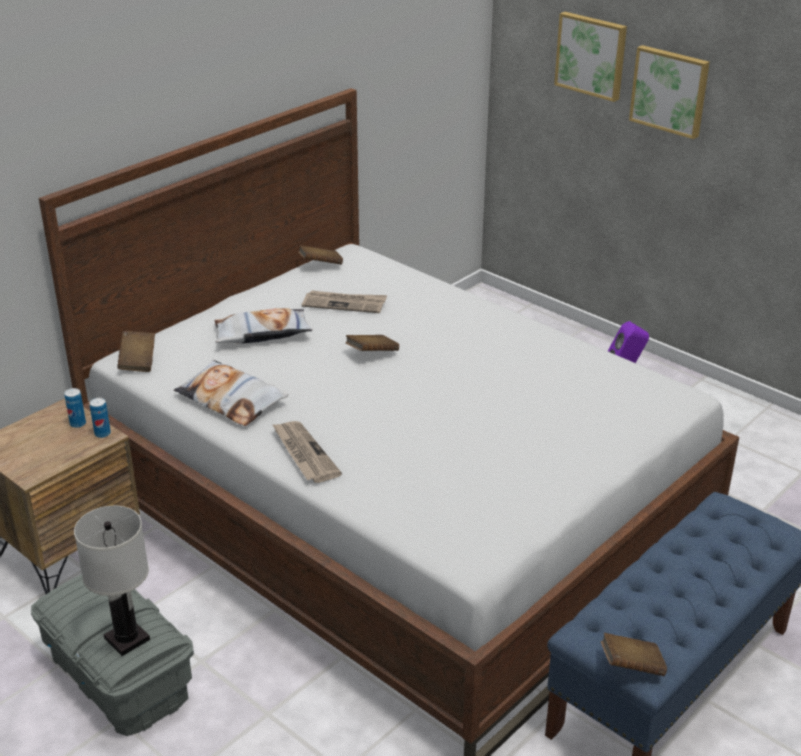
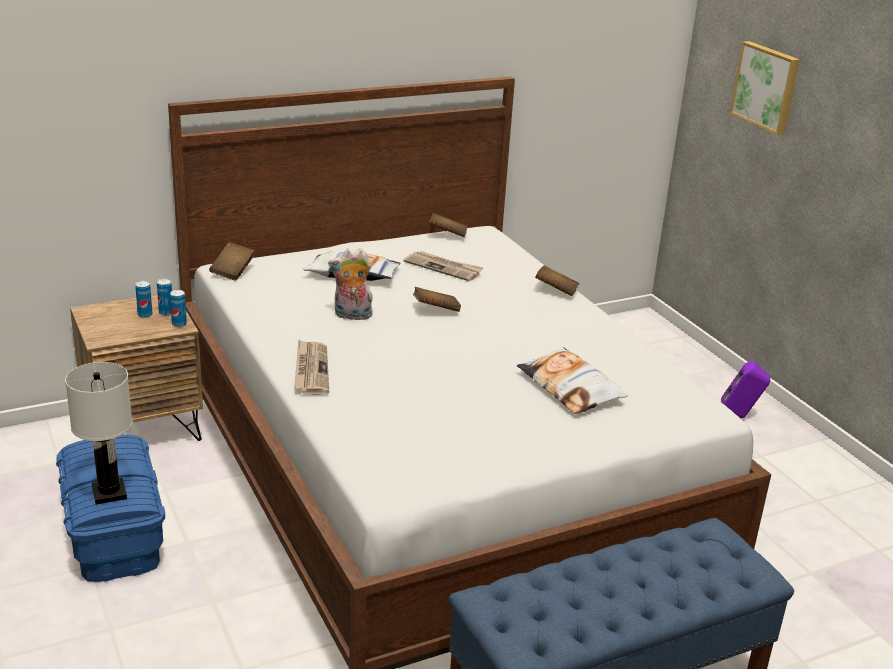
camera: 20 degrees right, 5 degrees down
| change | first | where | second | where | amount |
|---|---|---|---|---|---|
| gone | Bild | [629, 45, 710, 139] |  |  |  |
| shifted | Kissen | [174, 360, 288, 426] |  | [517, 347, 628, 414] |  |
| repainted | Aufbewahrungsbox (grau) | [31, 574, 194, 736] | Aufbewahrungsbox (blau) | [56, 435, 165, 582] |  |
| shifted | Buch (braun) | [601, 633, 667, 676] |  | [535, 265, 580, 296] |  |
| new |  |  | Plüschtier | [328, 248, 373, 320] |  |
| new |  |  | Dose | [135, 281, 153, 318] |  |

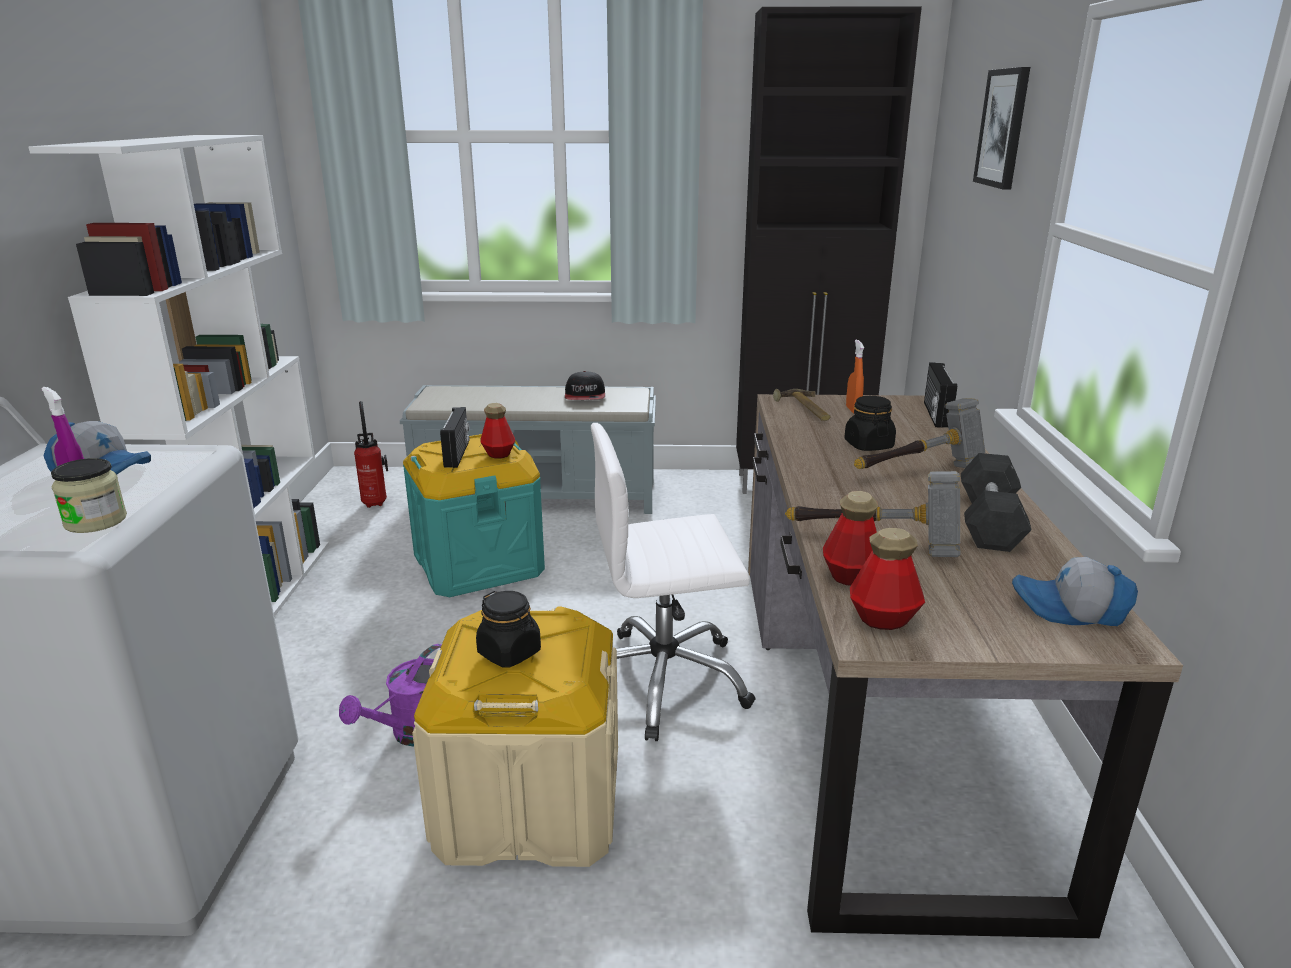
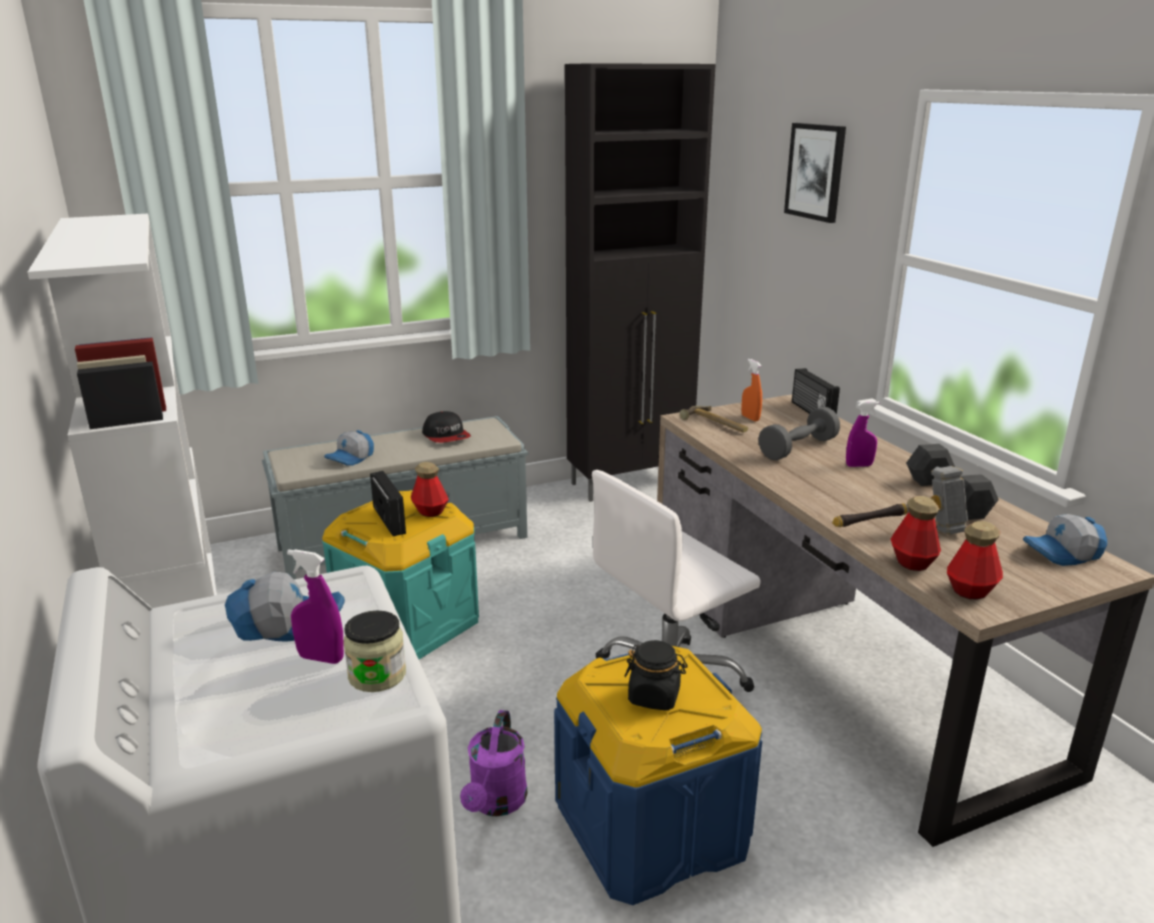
camera: 25 degrees left, 0 degrees up
| change | first | where | second | where | amount |
|---|---|---|---|---|---|
| swapped | Vorratsglas (schwarz) | [844, 396, 896, 451] | Hantel (grau) | [758, 407, 840, 461] |  |
| swapped | Hammer | [854, 398, 985, 469] | Sprühflasche (lila) | [846, 401, 879, 467] |  |
| gone | Feuerlöscher | [354, 401, 388, 508] |  |  |  |
| repainted | Aufbewahrungsbox (beige) | [412, 606, 618, 867] | Aufbewahrungsbox (blau) | [554, 646, 762, 905] |  |
| new |  |  | Kappe | [324, 430, 374, 466] |  |

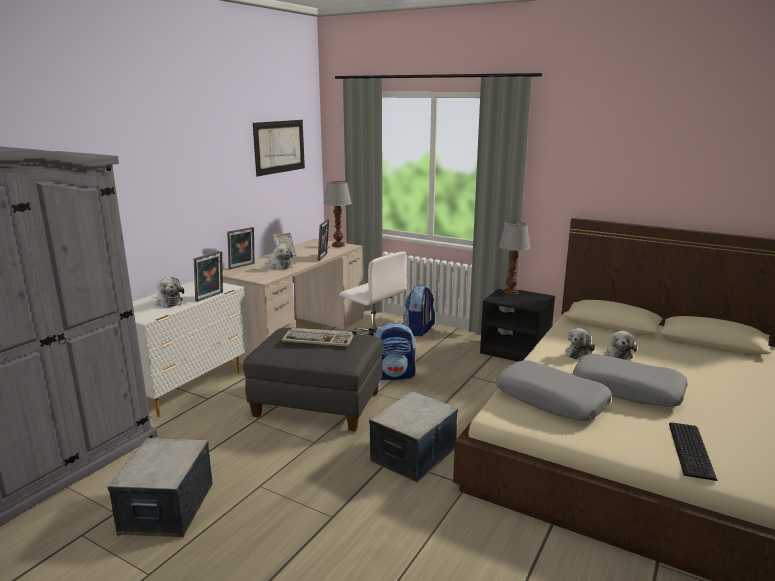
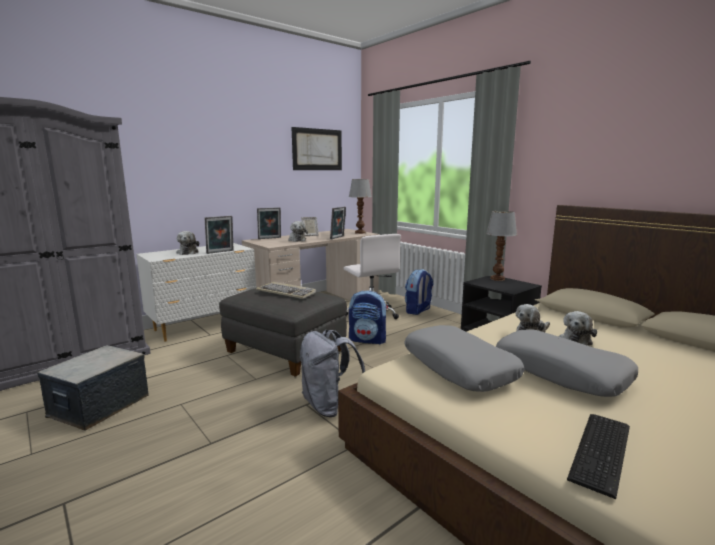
camera: 20 degrees right, 5 degrees down
| change | first | where | second | where | amount |
|---|---|---|---|---|---|
| swapped | Aufbewahrungsbox | [369, 391, 458, 482] | Rucksack (grau) | [300, 330, 365, 417] |  |

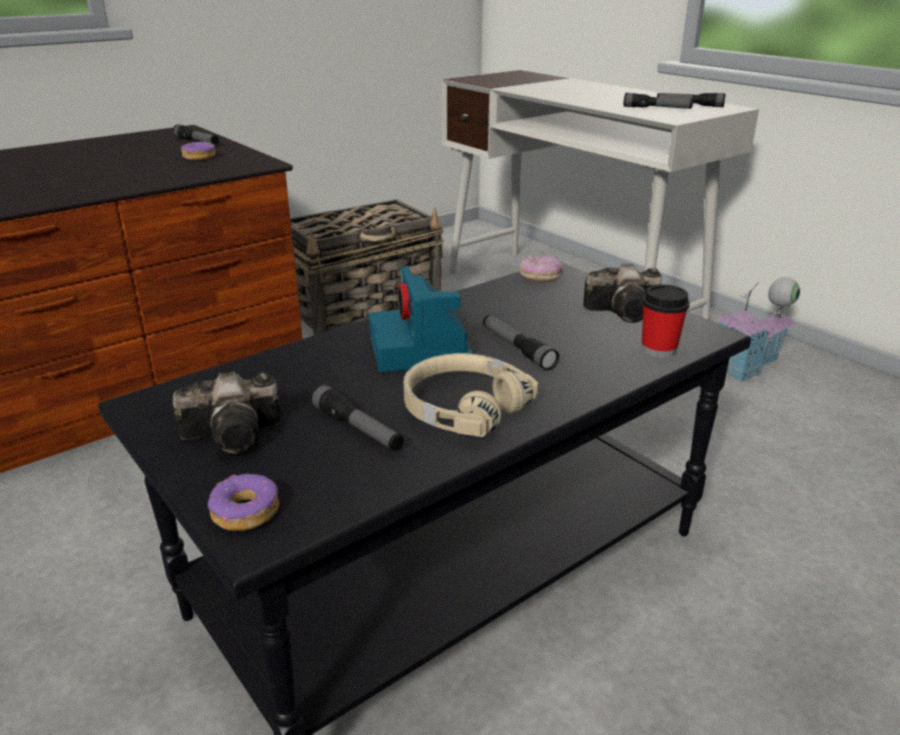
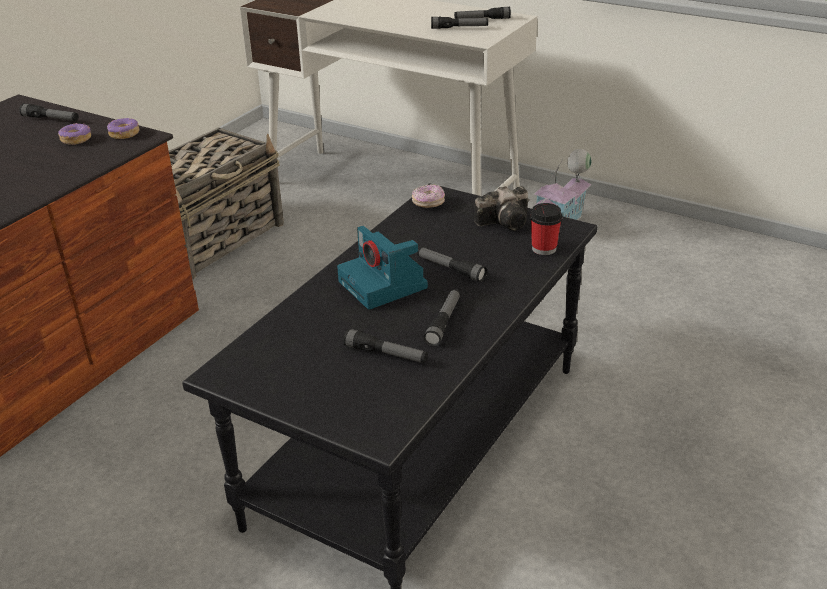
camera: 20 degrees left, 5 degrees up
| change | first | where | second | where | amount |
|---|---|---|---|---|---|
| swapped | Kopfhörer (beige) | [404, 353, 538, 437] | Taschenlampe | [423, 289, 460, 347] |  |
| gone | Kamera | [173, 372, 281, 454] |  |  |  |
| shifted | Donut | [208, 474, 279, 531] |  | [107, 118, 139, 139] |  |

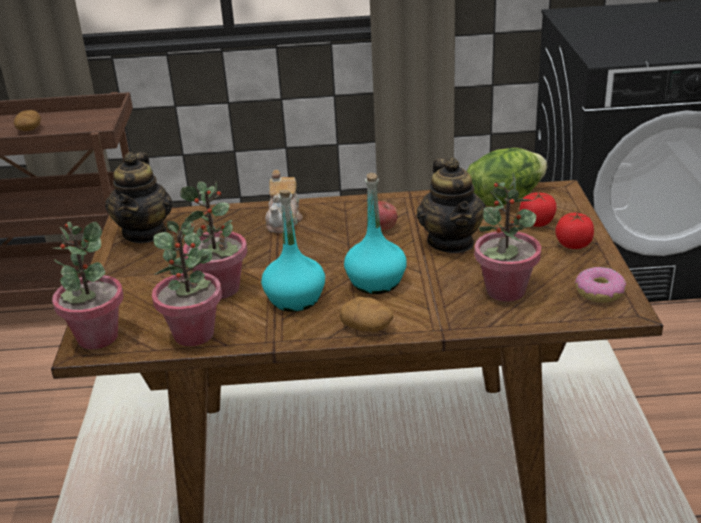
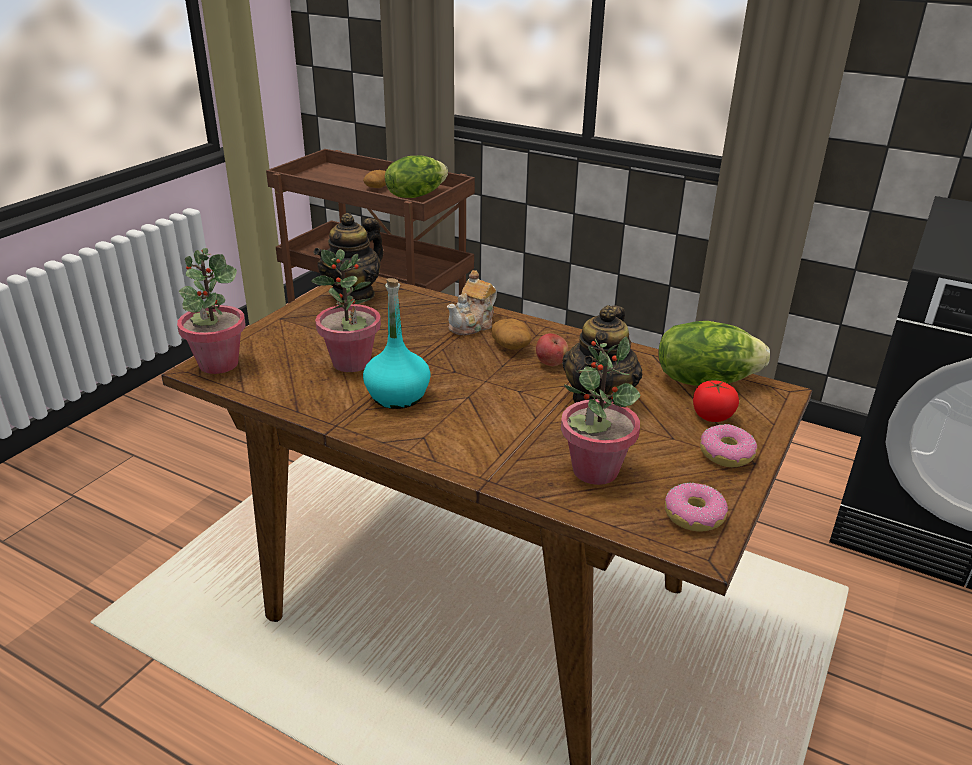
camera: 30 degrees right, 0 degrees up
| change | first | where | second | where | amount |
|---|---|---|---|---|---|
| gone | Flasche (türkis) | [344, 173, 407, 294] |  |  |  |
| swapped | Tomate | [555, 213, 594, 249] | Donut | [700, 424, 757, 467] |  |
| gone | Topfpflanze | [152, 221, 222, 346] |  |  |  |
| shifted | Kartoffel | [340, 297, 394, 332] |  | [491, 319, 531, 350] |  |
| new |  |  | Salatkopf | [385, 156, 448, 198] |  |

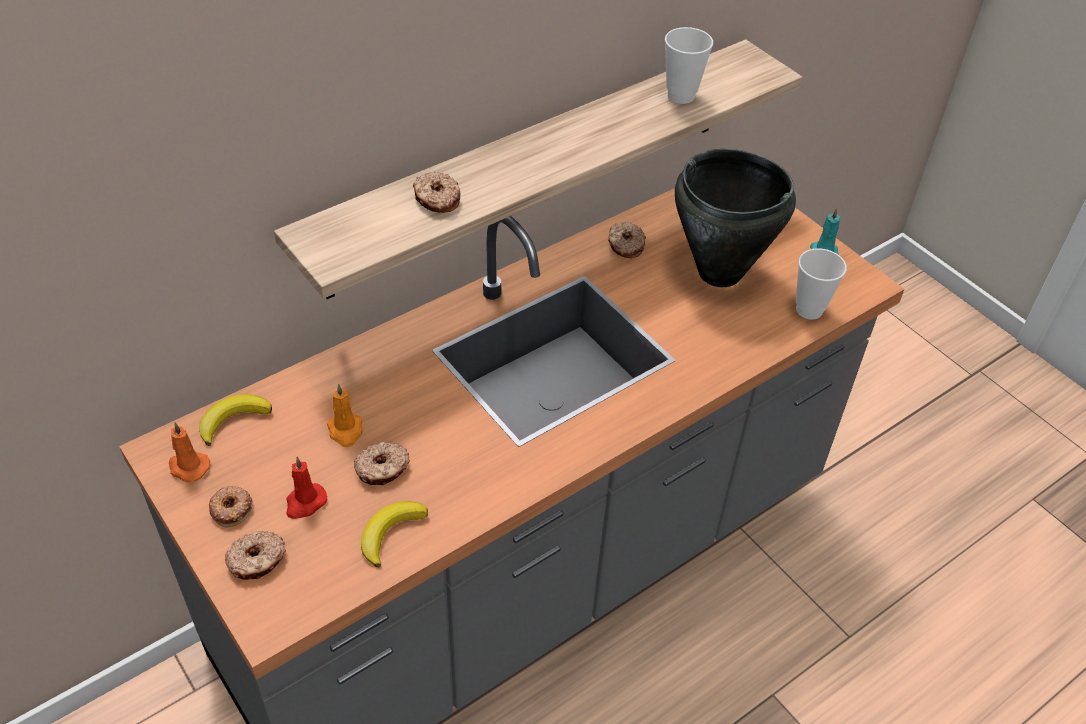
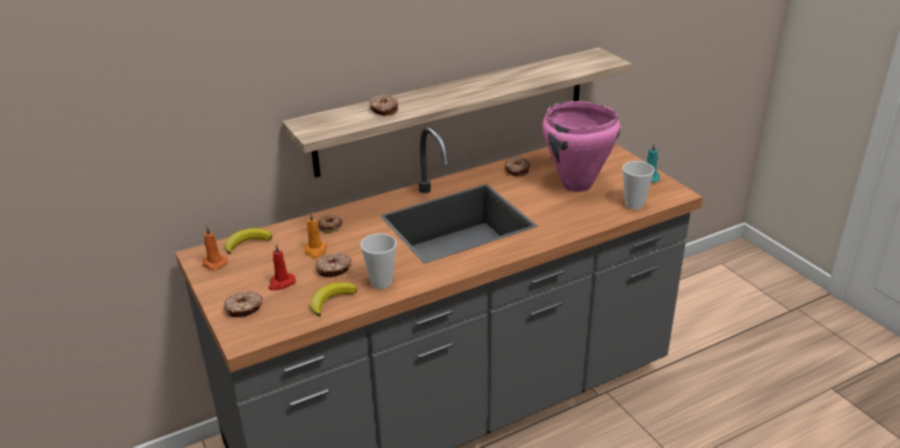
camera: 10 degrees right, 15 degrees down
| change | first | where | second | where | amount |
|---|---|---|---|---|---|
| shifted | Tasse | [665, 27, 713, 104] |  | [360, 233, 397, 289] |  |
| repainted | Kochtopf (schwarz) | [675, 149, 796, 287] | Kochtopf (rosa) | [542, 101, 621, 192] |  |
| shifted | Donut | [209, 486, 252, 527] |  | [318, 214, 343, 233] |  |

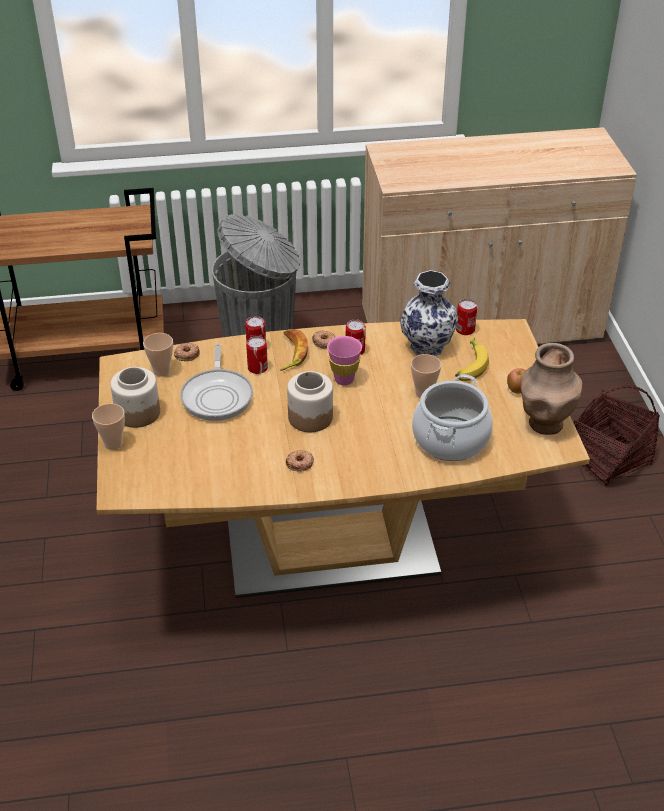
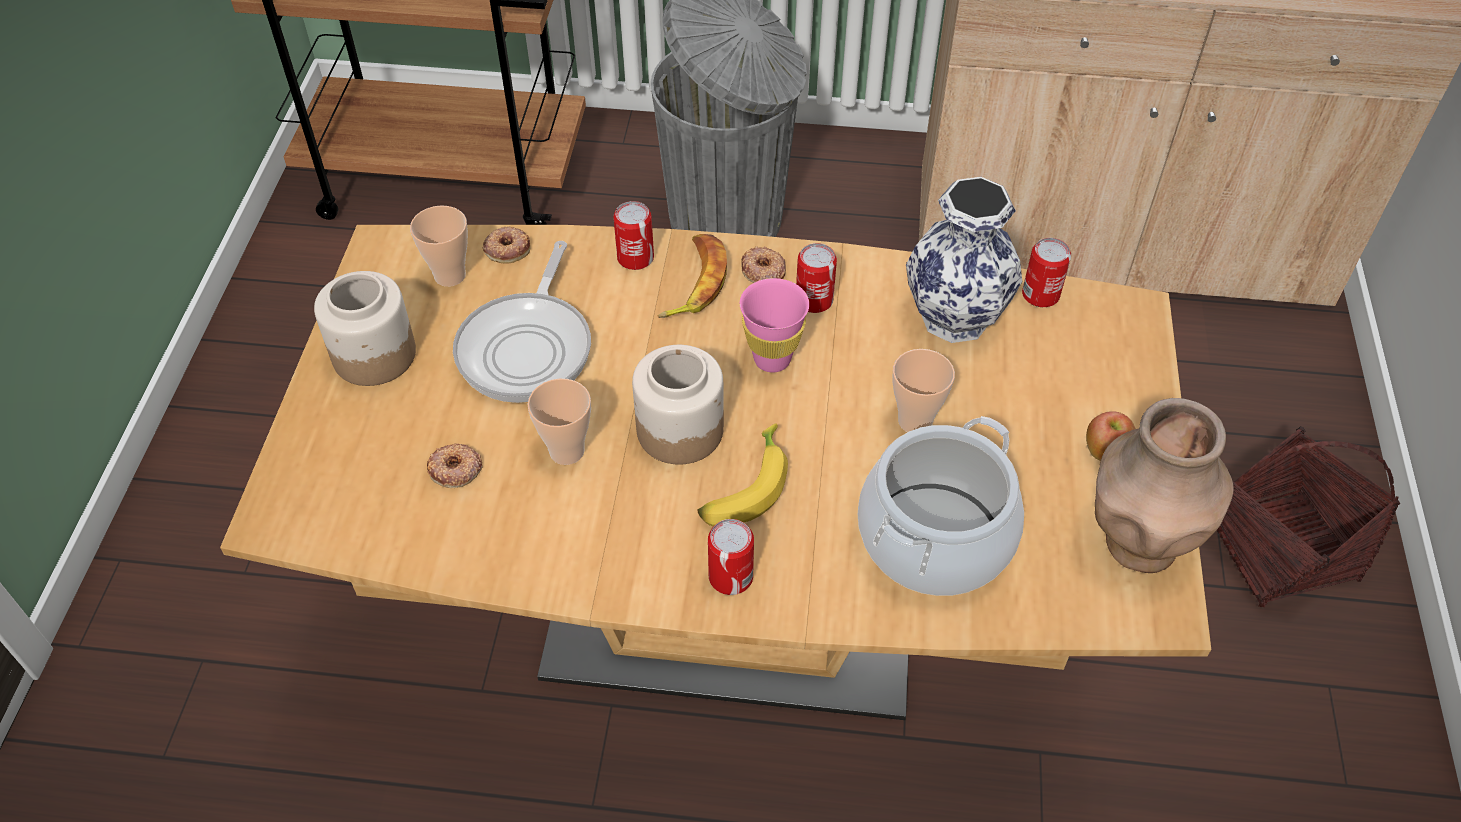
camera: 15 degrees right, 10 degrees up
| change | first | where | second | where | amount |
|---|---|---|---|---|---|
| shifted | Dose | [246, 336, 268, 374] |  | [708, 519, 754, 595] |  |
| shifted | Banane | [455, 337, 489, 381] |  | [697, 424, 788, 527] |  |
| shifted | Tasse | [92, 403, 125, 450] |  | [527, 378, 591, 465] |  |
| shifted | Donut | [286, 450, 314, 472] |  | [427, 443, 483, 488] |  |

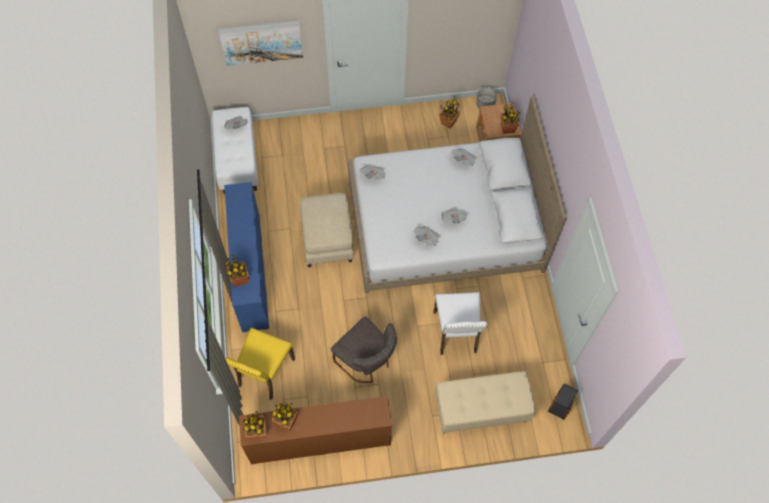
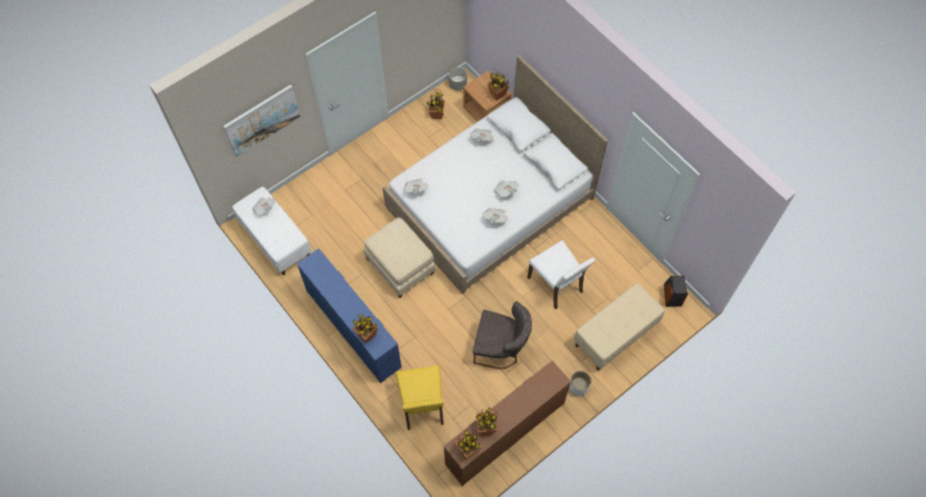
camera: 30 degrees left, 0 degrees up
| change | first | where | second | where | amount |
|---|---|---|---|---|---|
| new |  |  | Pflanzkübel (weiß) | [570, 371, 591, 396] |  |

